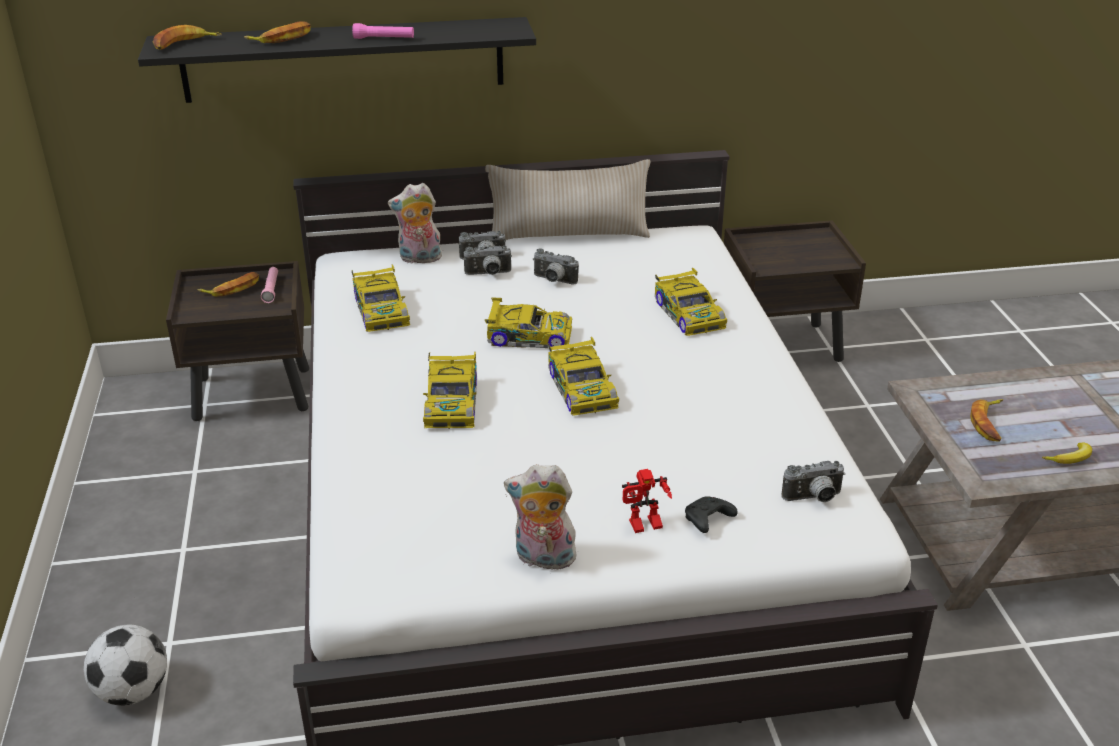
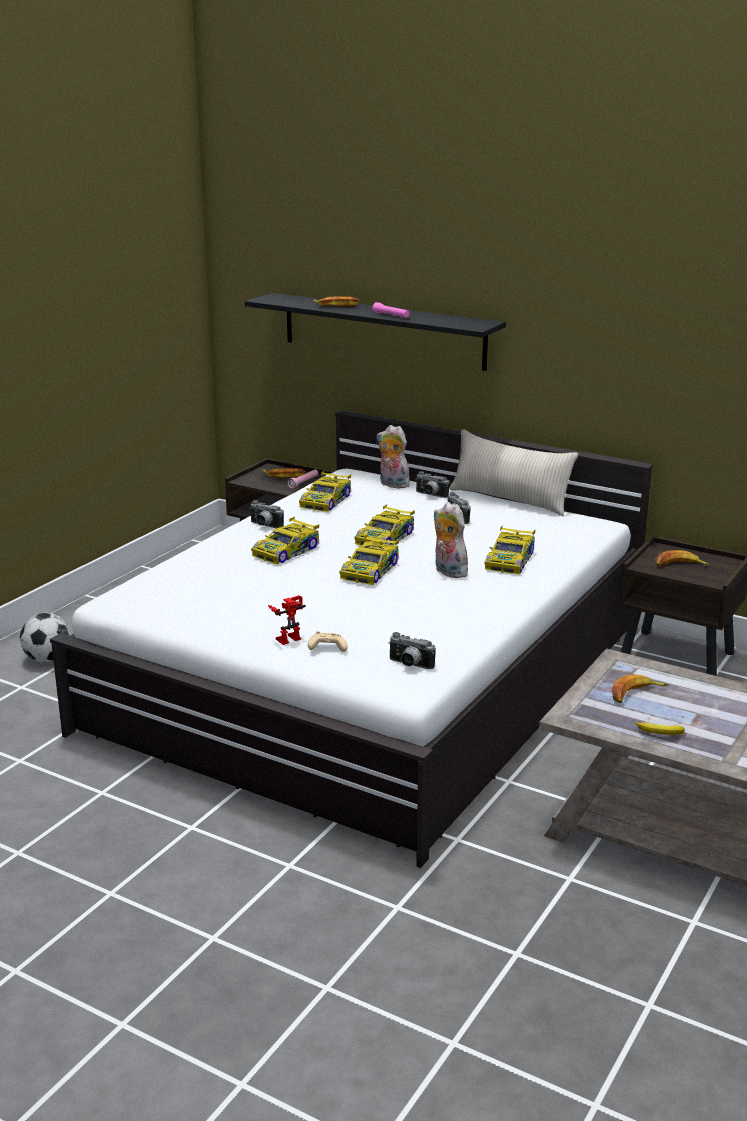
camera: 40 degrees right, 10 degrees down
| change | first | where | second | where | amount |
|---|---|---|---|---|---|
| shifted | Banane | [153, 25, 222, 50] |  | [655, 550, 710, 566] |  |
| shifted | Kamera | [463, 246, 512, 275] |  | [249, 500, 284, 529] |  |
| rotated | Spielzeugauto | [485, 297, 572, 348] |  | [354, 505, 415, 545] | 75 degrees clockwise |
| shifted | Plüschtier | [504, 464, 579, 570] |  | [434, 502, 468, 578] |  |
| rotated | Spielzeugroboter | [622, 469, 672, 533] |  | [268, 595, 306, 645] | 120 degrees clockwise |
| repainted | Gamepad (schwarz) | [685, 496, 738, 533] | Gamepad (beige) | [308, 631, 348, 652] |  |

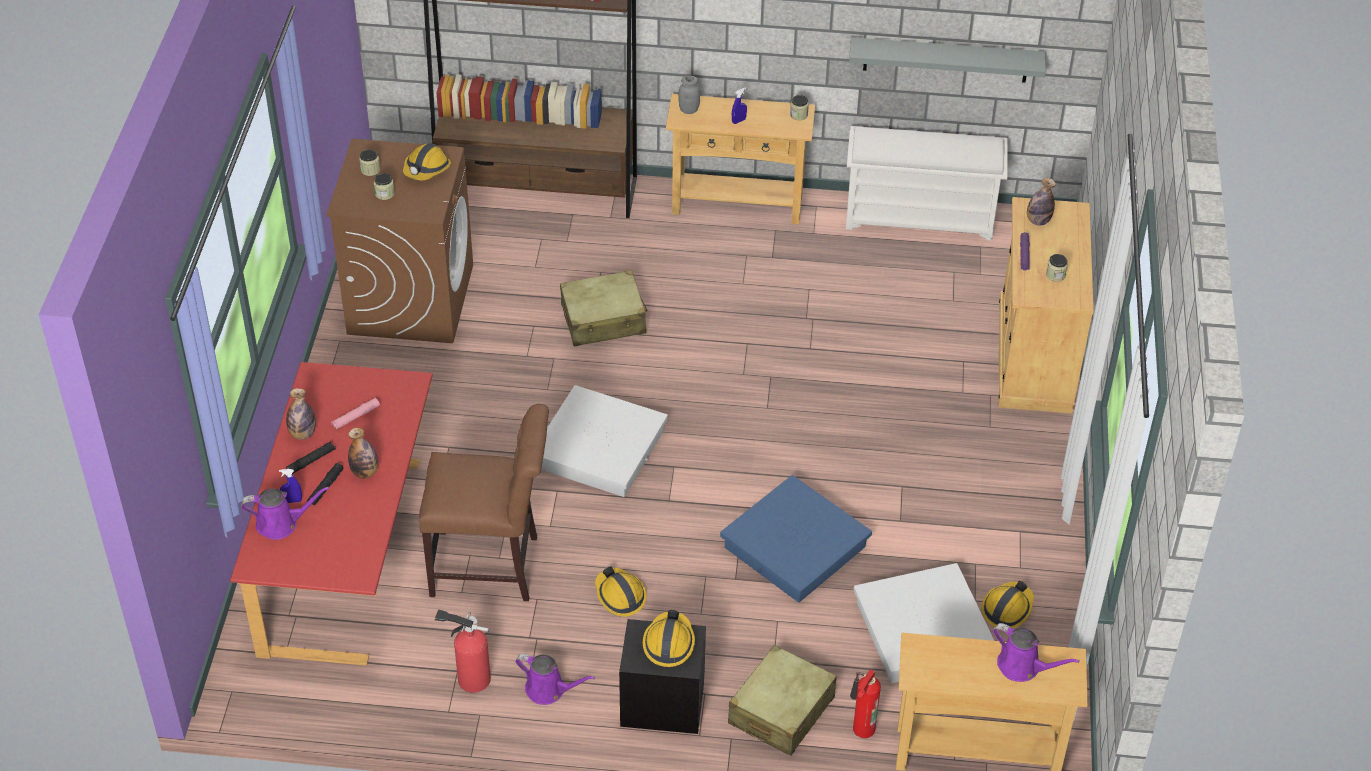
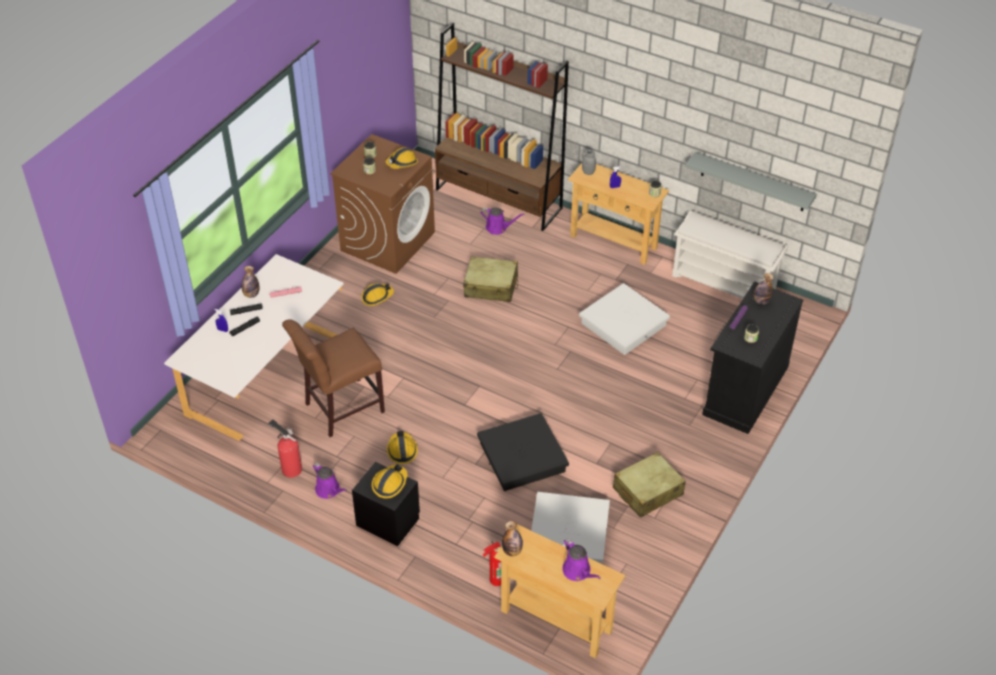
camera: 25 degrees right, 0 degrees up
| change | first | where | second | where | amount |
|---|---|---|---|---|---|
| repainted | Schrank (beige) | [998, 197, 1094, 414] | Schrank (schwarz) | [702, 281, 803, 434] |  |
| repainted | Schreibtisch (rot) | [230, 362, 433, 666] | Schreibtisch (weiß) | [164, 254, 343, 441] |  |
| shifted | Aufbewahrungsbox (weiß) | [541, 385, 668, 497] |  | [579, 283, 670, 355] |  |
| rotated | Stuhl (braun) | [419, 404, 549, 601] |  | [282, 319, 385, 437] | 120 degrees clockwise |
| shifted | Flasche | [348, 427, 378, 479] |  | [502, 521, 523, 556] |  |
| repainted | Aufbewahrungsbox (blau) | [720, 475, 872, 603] | Aufbewahrungsbox (schwarz) | [477, 413, 569, 491] |  |
| shifted | Gießkanne (lila) | [241, 487, 329, 540] |  | [481, 208, 525, 235] |  |
| shifted | Schutzhelm | [981, 581, 1034, 629] |  | [361, 283, 394, 306] |  |
| shifted | Koffer (beige) | [728, 645, 837, 756] |  | [613, 452, 686, 518] |  |

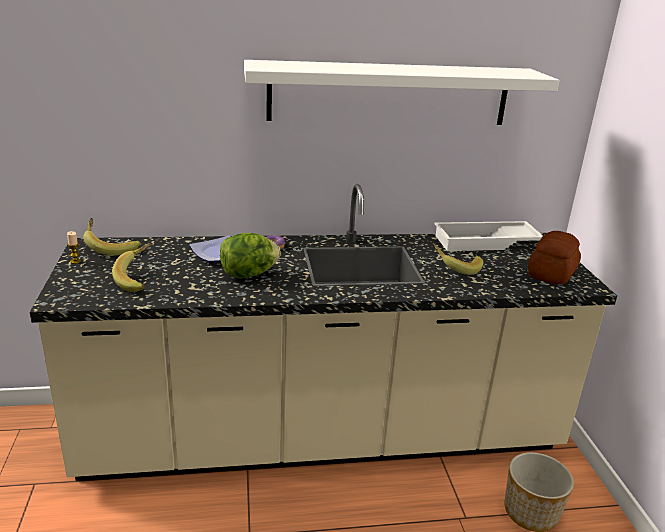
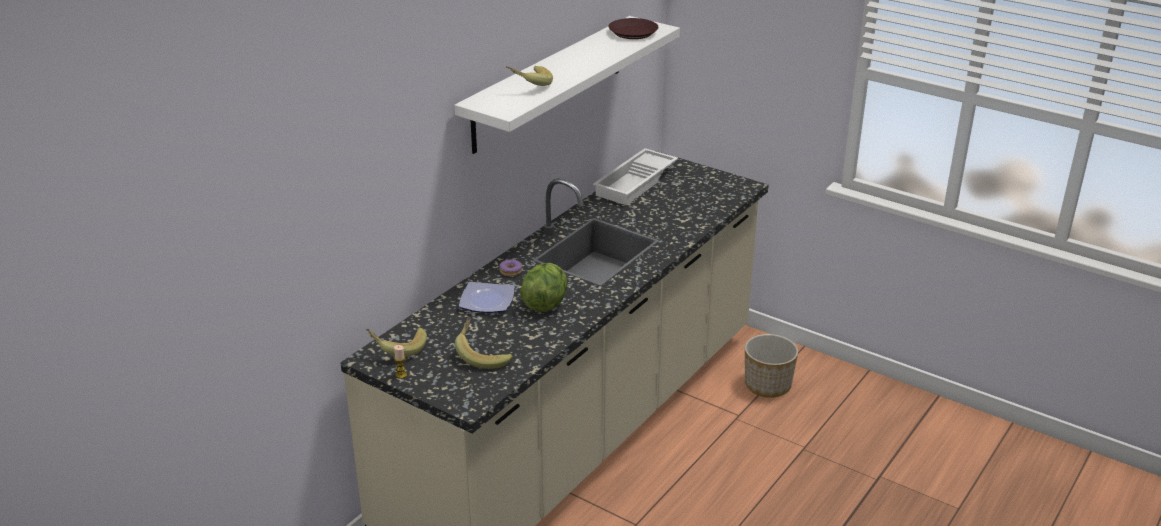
camera: 45 degrees left, 5 degrees up
| change | first | where | second | where | amount |
|---|---|---|---|---|---|
| gone | Brot | [528, 231, 581, 285] |  |  |  |
| shifted | Banane | [433, 243, 483, 275] |  | [506, 66, 553, 86] |  |
| new |  |  | Teller (braun) | [608, 18, 658, 39] |  |

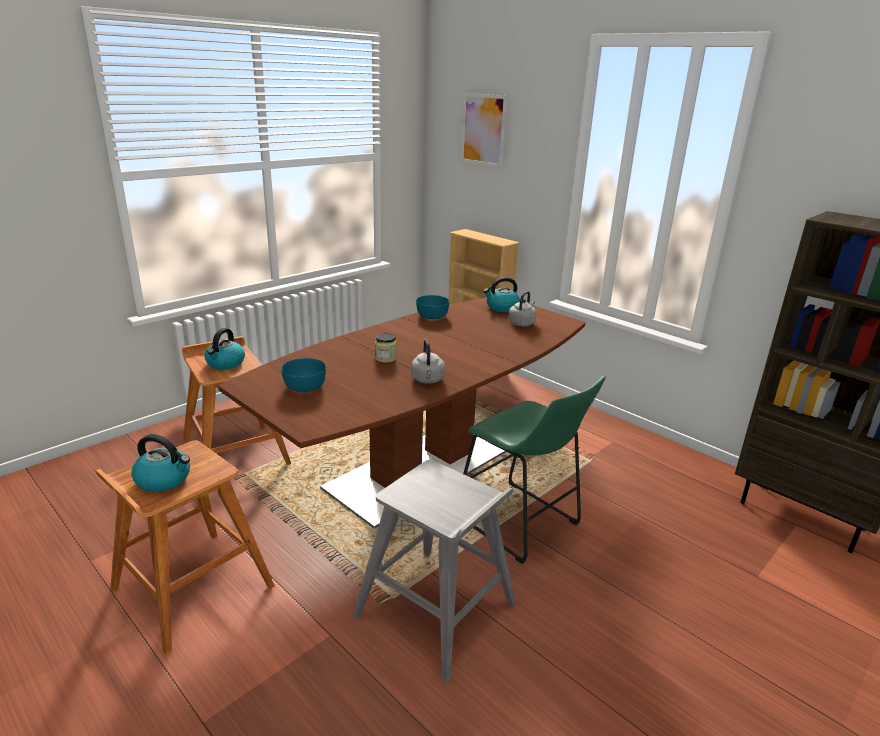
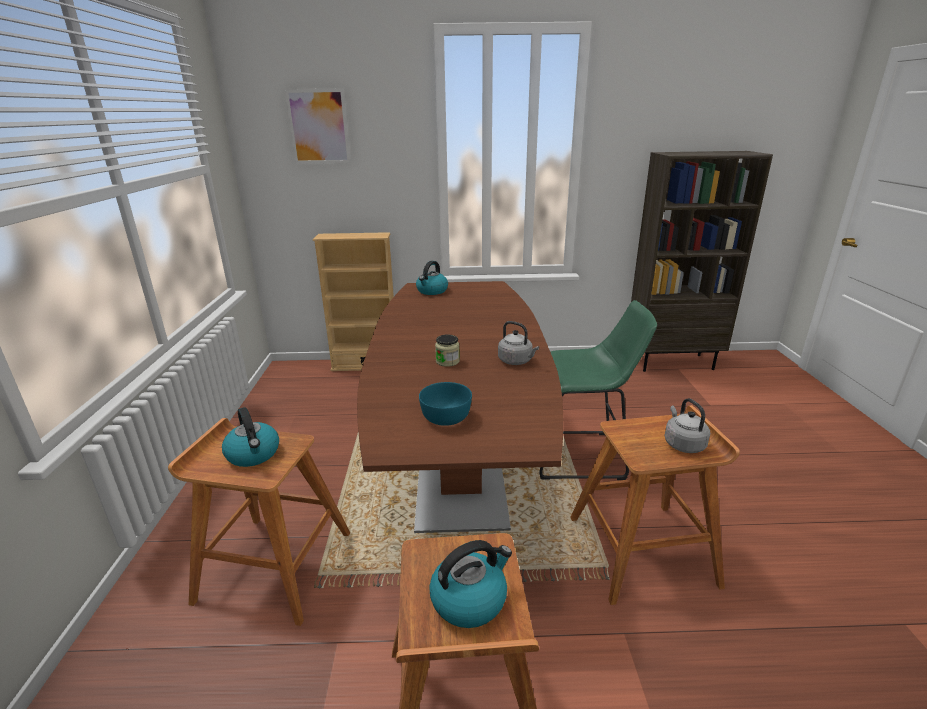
camera: 45 degrees left, 0 degrees up
| change | first | where | second | where | amount |
|---|---|---|---|---|---|
| shifted | Wasserkessel (grau) | [508, 291, 536, 326] |  | [664, 398, 710, 453] |  |
| gone | Schüssel (türkis) | [416, 295, 450, 319] |  |  |  |
| repainted | Hocker (grau) | [353, 460, 516, 682] | Hocker (braun) | [570, 405, 740, 605] |  |

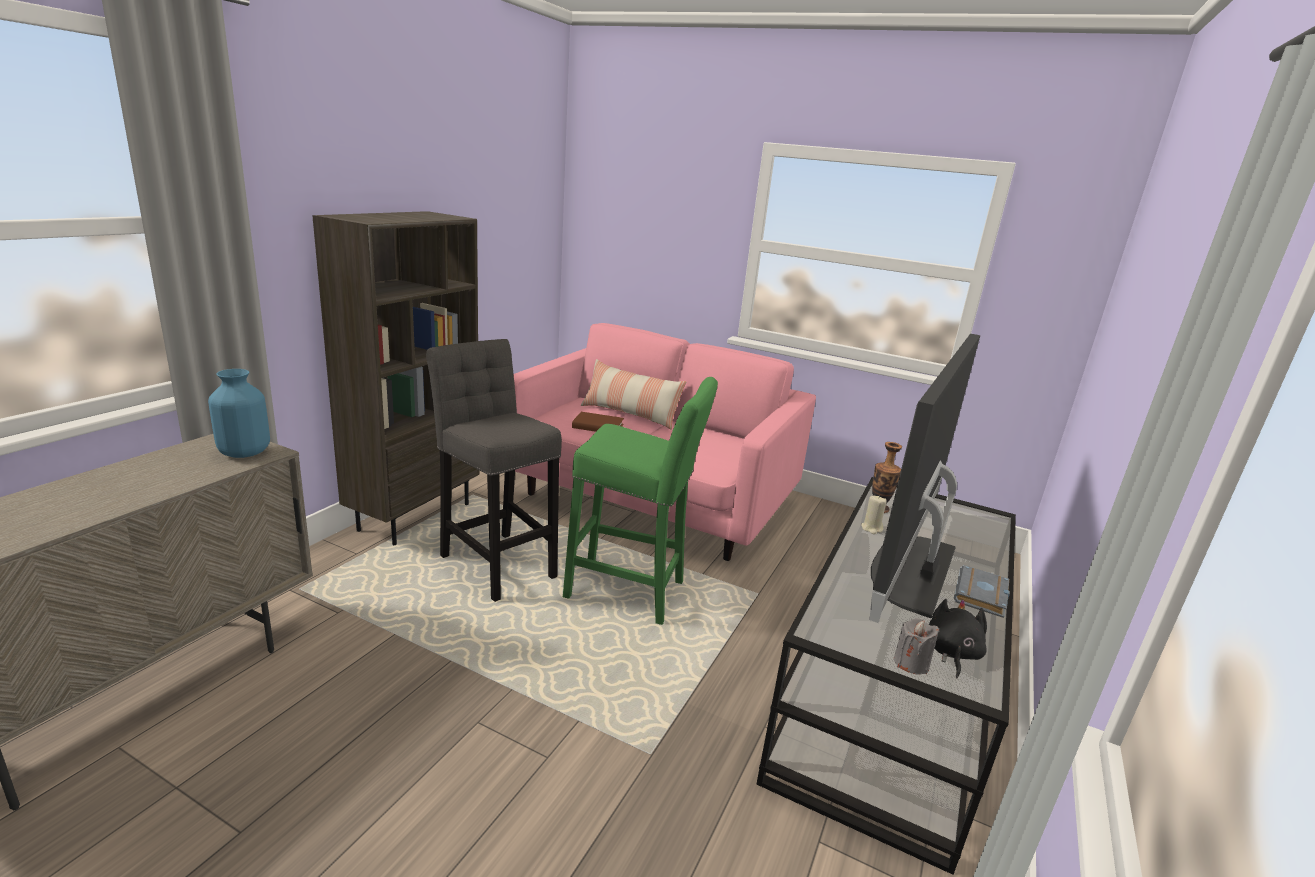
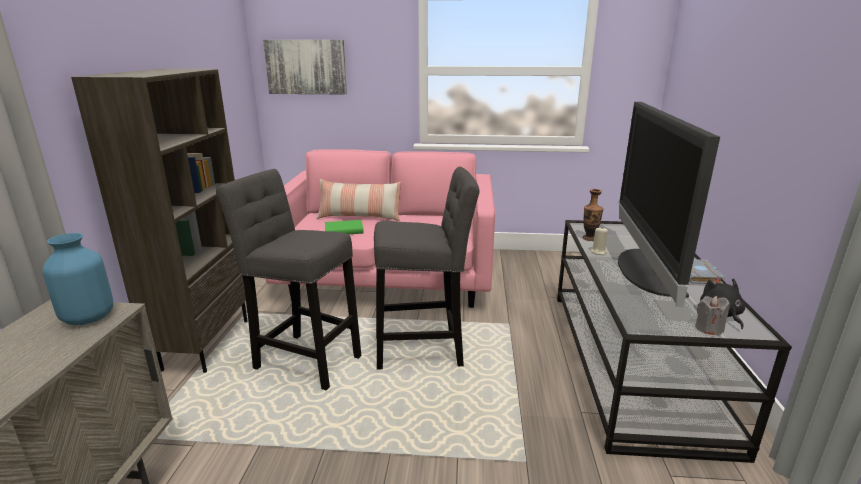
camera: 20 degrees left, 0 degrees up
| change | first | where | second | where | amount |
|---|---|---|---|---|---|
| repainted | Hocker (grün) | [563, 377, 718, 625] | Hocker (grau) | [374, 167, 480, 370] |  |
| repainted | Buch (braun) | [572, 412, 624, 432] | Buch (grün) | [325, 220, 364, 234] |  |
| new |  |  | Bild | [263, 40, 347, 94] |  |

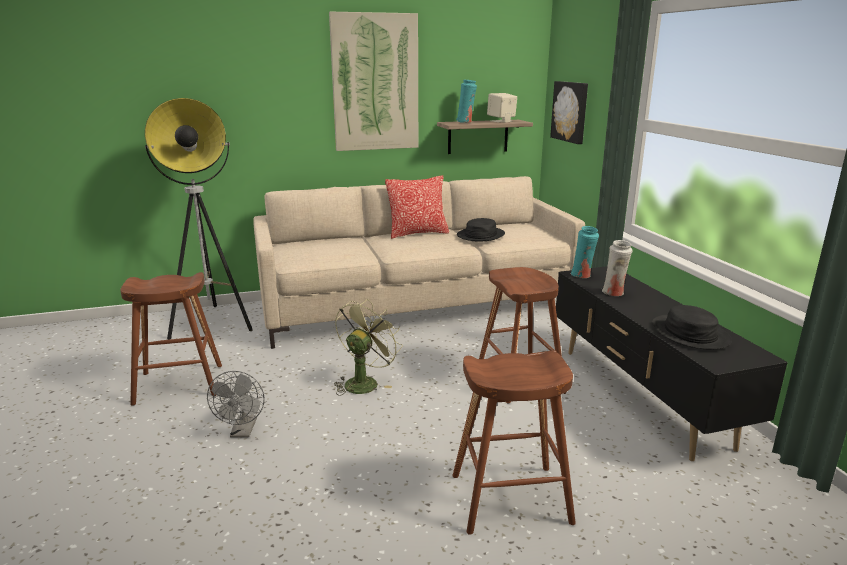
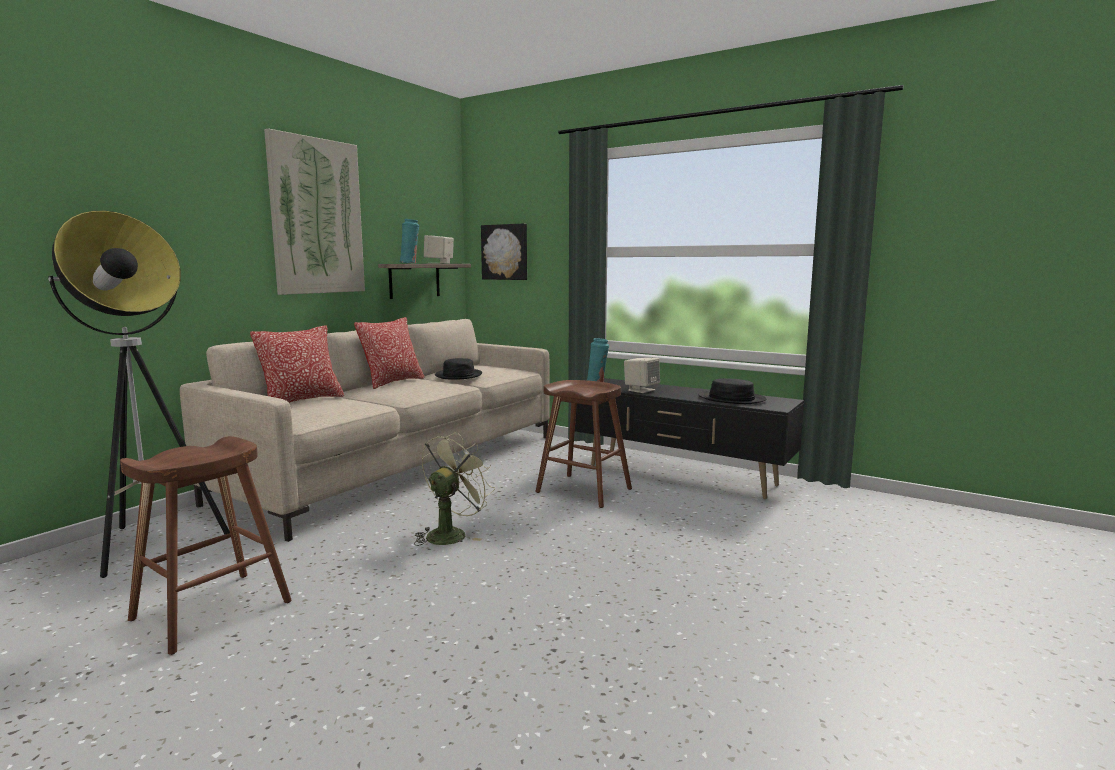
camera: 40 degrees left, 10 degrees down
| change | first | where | second | where | amount |
|---|---|---|---|---|---|
| swapped | Vase (weiß) | [602, 240, 633, 296] | Lautsprecher (beige) | [624, 358, 660, 393] |  |
| rotated | Ventilator (grün) | [334, 299, 403, 396] |  | [414, 432, 495, 546] | 45 degrees clockwise |
| gone | Hocker (braun) | [452, 351, 576, 535] |  |  |  |
| gone | Ventilator (grau) | [207, 371, 265, 438] |  |  |  |
| new |  |  | Kissen | [250, 325, 344, 403] |  |

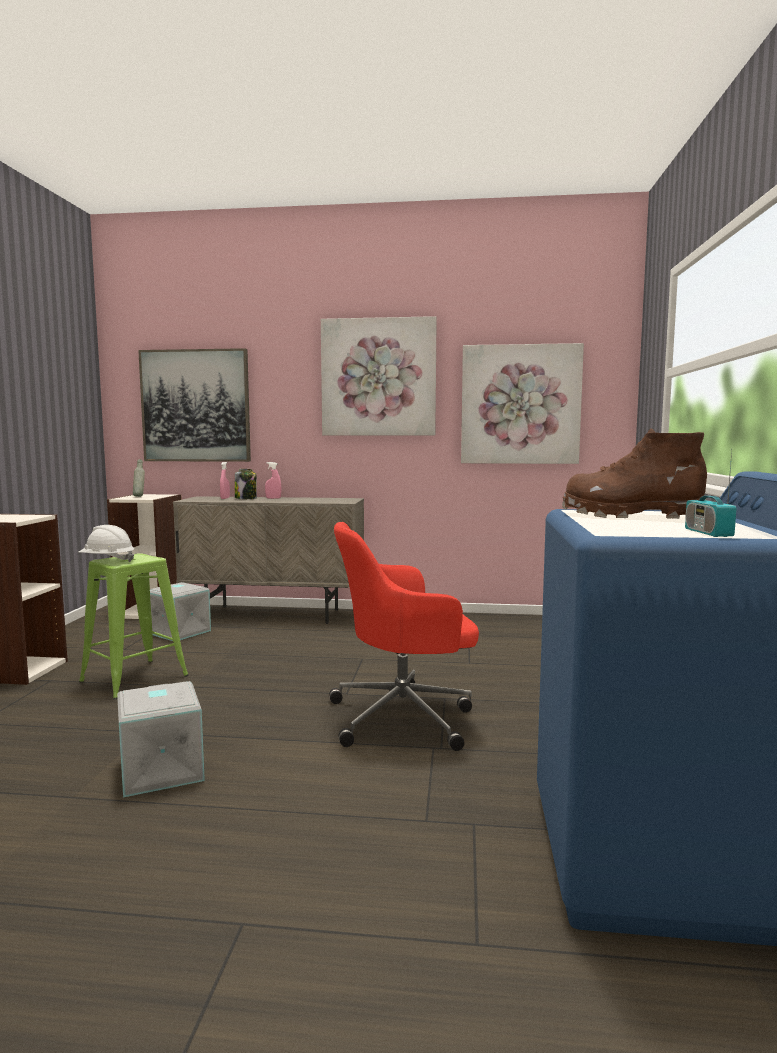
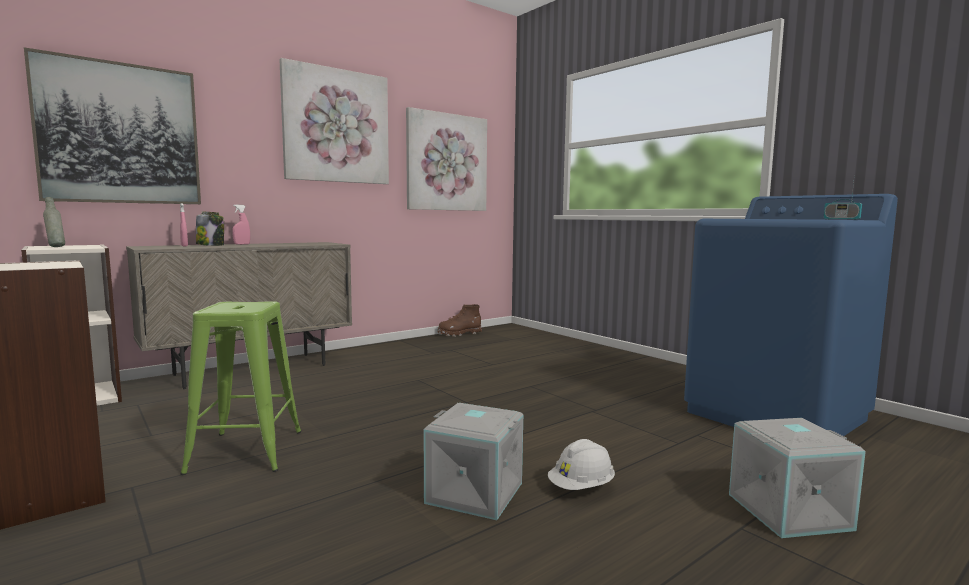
camera: 45 degrees left, 0 degrees up
| change | first | where | second | where | amount |
|---|---|---|---|---|---|
| shifted | Stiefel (braun) | [562, 428, 707, 519] |  | [438, 304, 482, 337] |  |
| gone | Bürostuhl (rot) | [329, 522, 479, 751] |  |  |  |
| shifted | Schutzhelm (weiß) | [79, 525, 134, 562] |  | [548, 439, 615, 490] |  |
| shifted | Aufbewahrungsbox (grau) | [150, 582, 211, 641] |  | [729, 418, 866, 538] |  |

